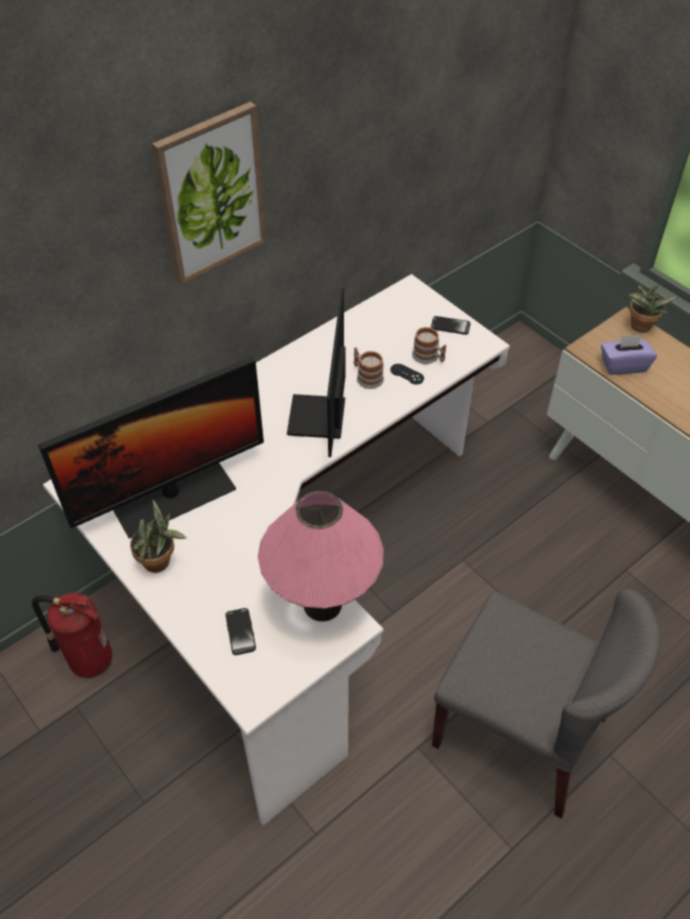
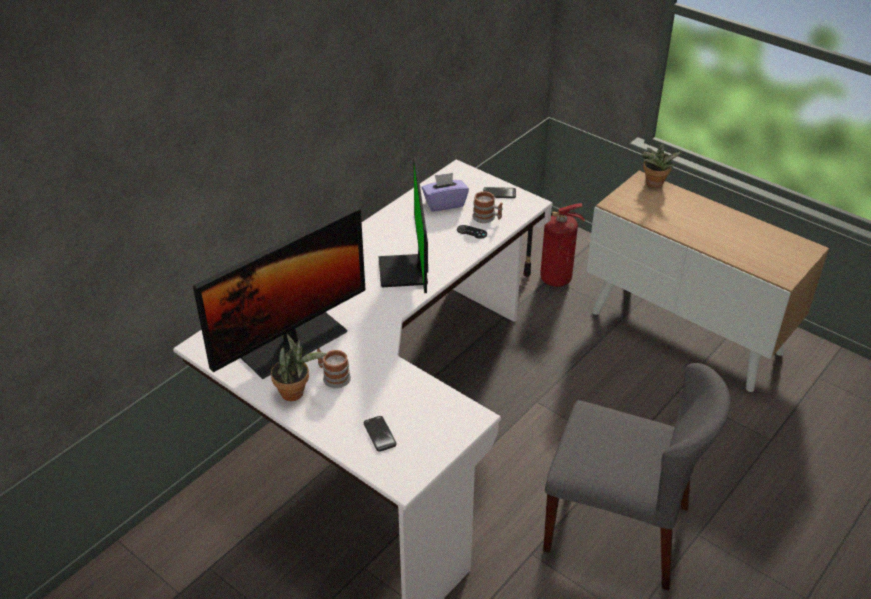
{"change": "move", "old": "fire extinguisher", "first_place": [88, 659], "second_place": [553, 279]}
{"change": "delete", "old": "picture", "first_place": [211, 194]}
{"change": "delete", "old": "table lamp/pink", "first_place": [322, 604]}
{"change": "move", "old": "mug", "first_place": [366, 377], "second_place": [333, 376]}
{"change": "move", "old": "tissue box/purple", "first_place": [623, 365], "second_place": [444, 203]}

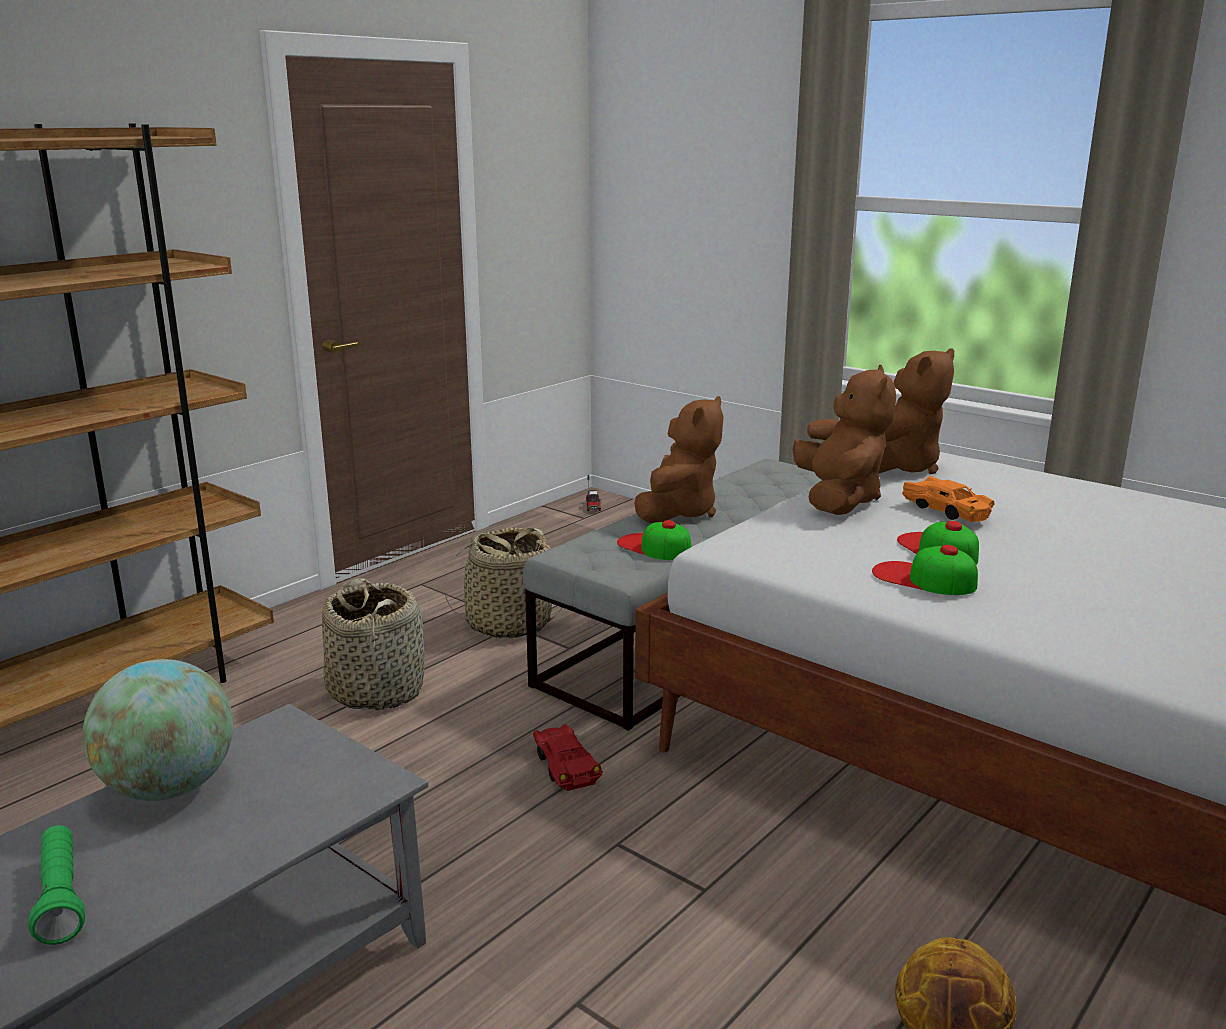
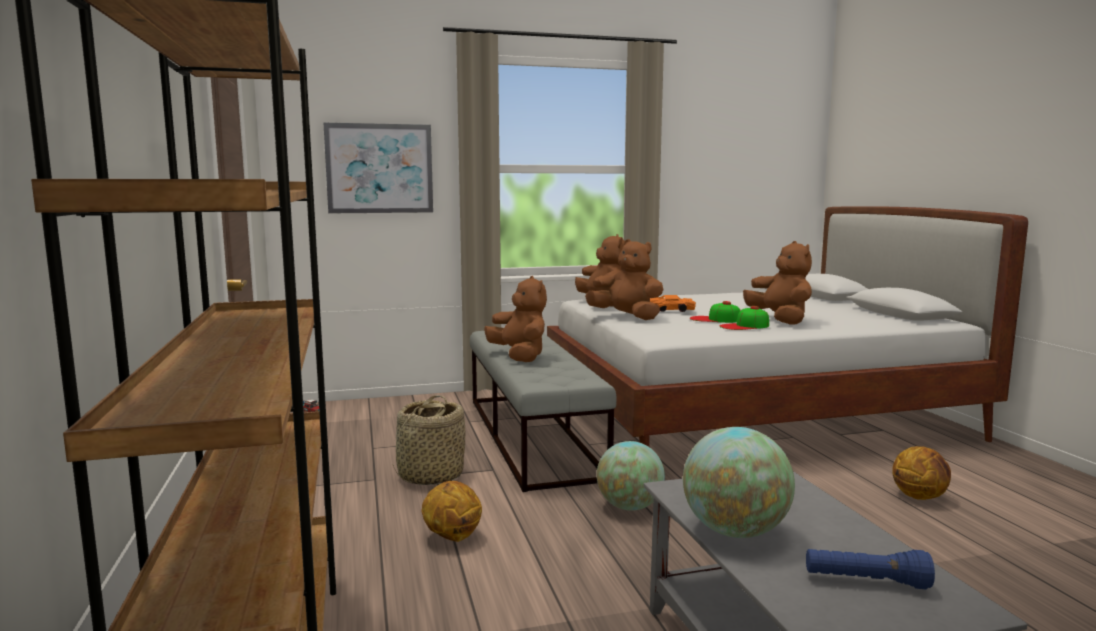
{"change": "recolor", "old": "flashlight/green", "new": "flashlight/blue", "first_place": [61, 898], "second_place": [866, 582]}
{"change": "replace", "old": "basket", "new": "basketball", "first_place": [377, 690], "second_place": [452, 537]}
{"change": "replace", "old": "toy car/red", "new": "globe", "first_place": [565, 765], "second_place": [629, 507]}
{"change": "delete", "old": "cap", "first_place": [654, 547]}
{"change": "insert", "new": "picture", "second_place": [379, 168]}
{"change": "insert", "new": "plush toy/brown", "second_place": [780, 320]}

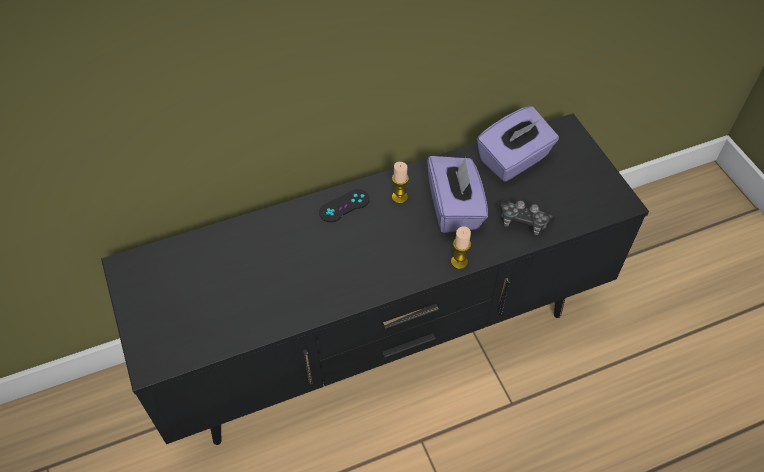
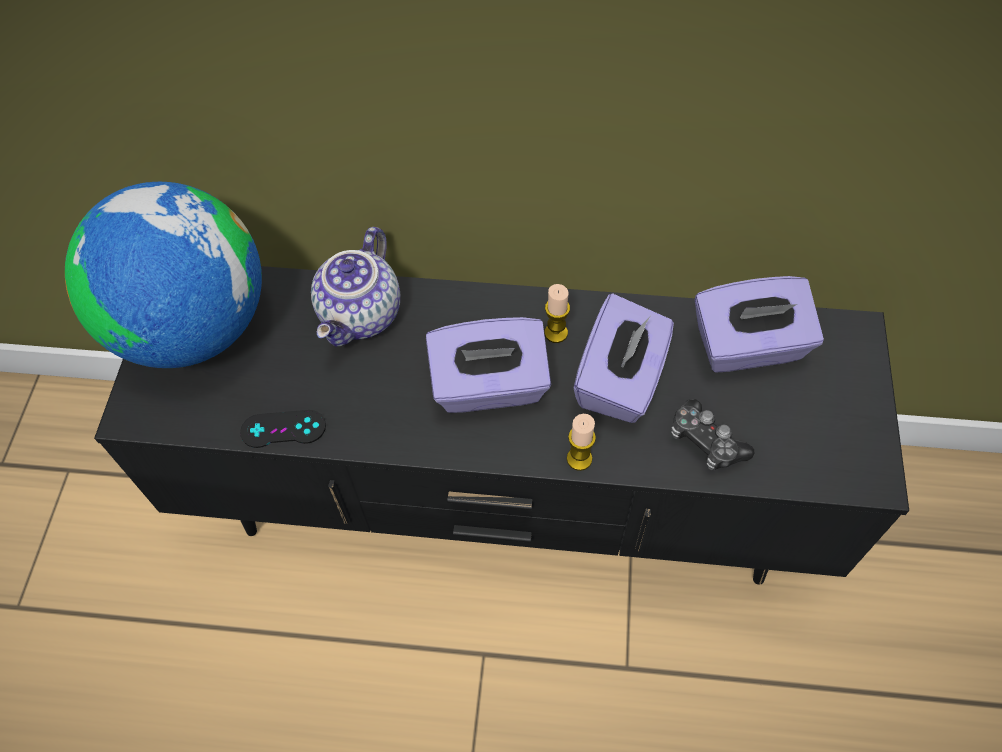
{"change": "move", "old": "game controller/black", "first_place": [344, 206], "second_place": [283, 429]}
{"change": "insert", "new": "globe", "second_place": [194, 327]}
{"change": "insert", "new": "teapot", "second_place": [362, 316]}
{"change": "insert", "new": "tissue box/purple", "second_place": [490, 387]}

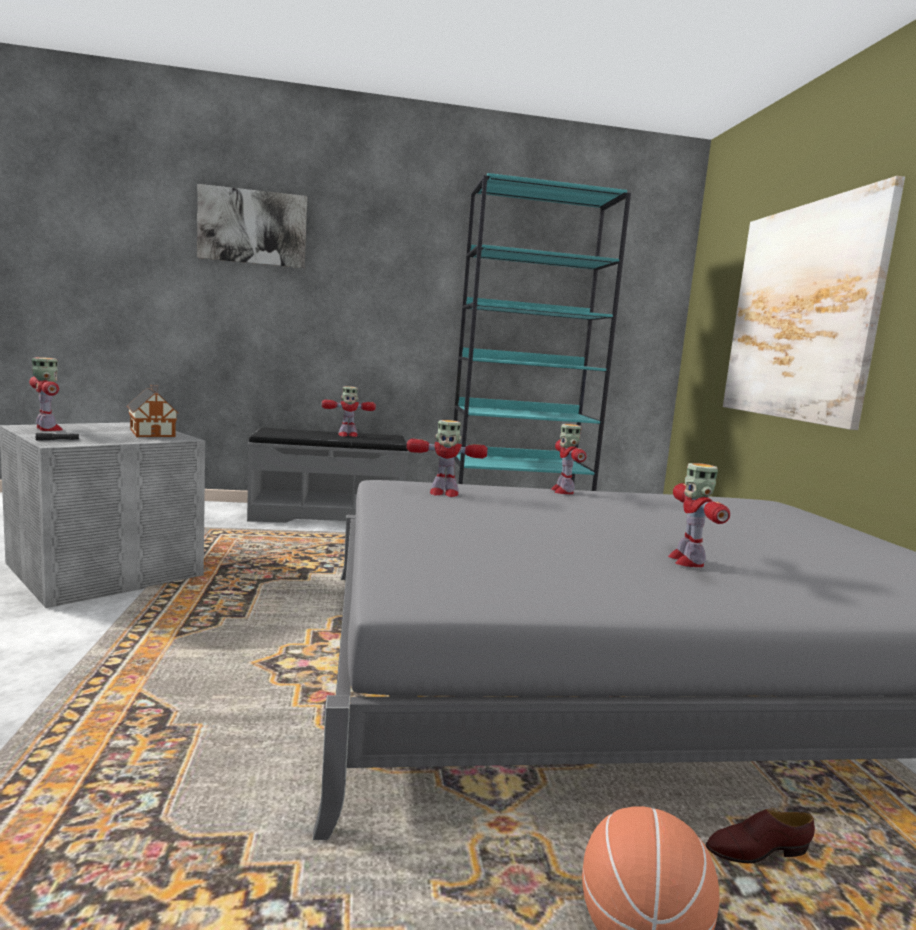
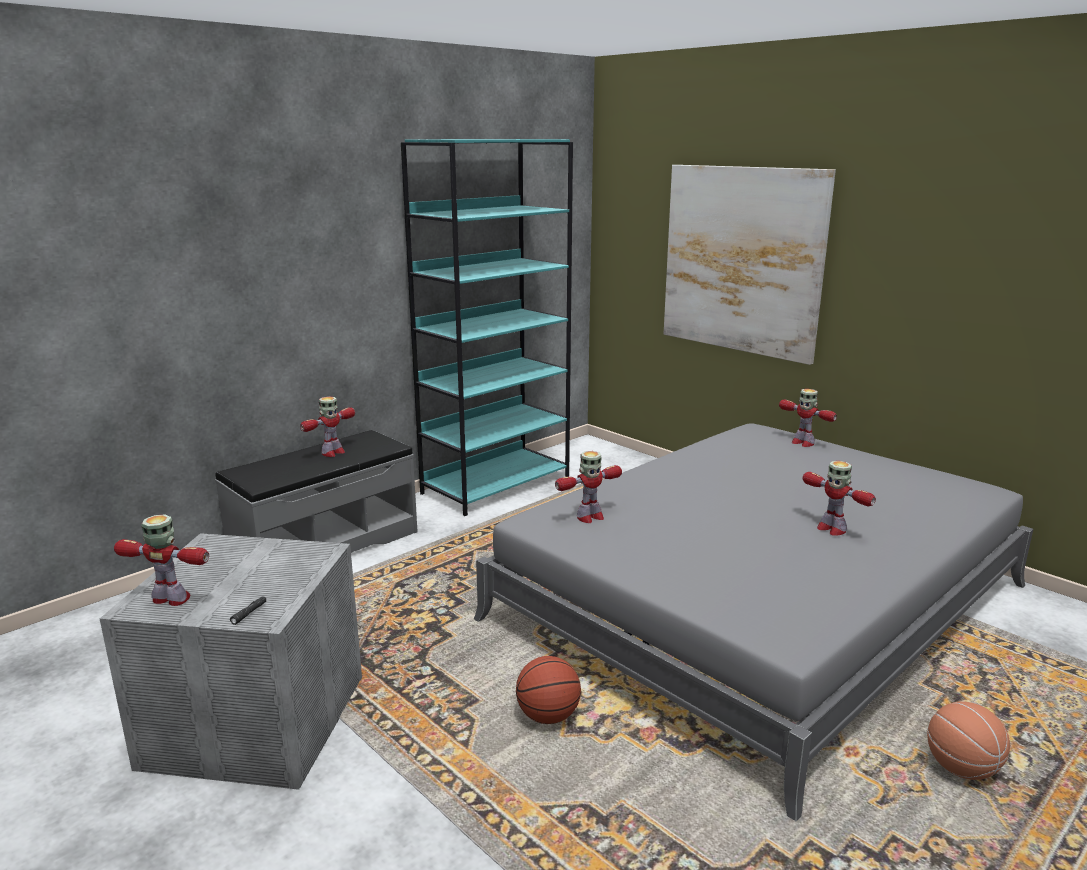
{"change": "delete", "old": "toy house", "first_place": [152, 432]}
{"change": "delete", "old": "picture", "first_place": [252, 227]}
{"change": "move", "old": "toy robot", "first_place": [563, 491], "second_place": [802, 442]}
{"change": "delete", "old": "shoe/brown", "first_place": [756, 851]}
{"change": "insert", "new": "basketball", "second_place": [548, 716]}

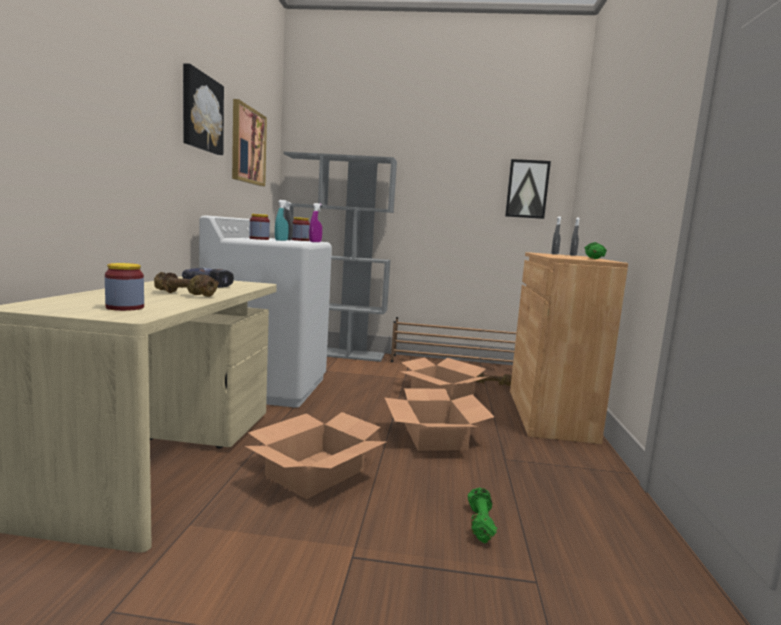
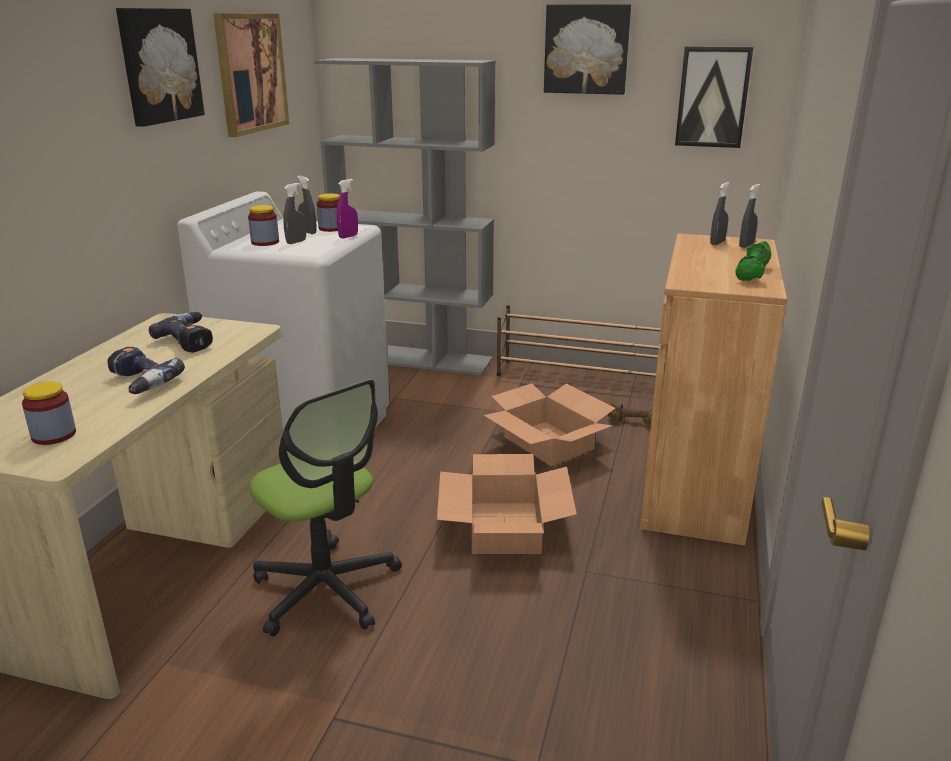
{"change": "replace", "old": "dumbbell/brown", "new": "power drill", "first_place": [184, 294], "second_place": [138, 383]}
{"change": "replace", "old": "cardboard box", "new": "office chair", "first_place": [315, 473], "second_place": [326, 589]}
{"change": "recolor", "old": "spray bottle/turquoise", "new": "spray bottle/grey", "first_place": [281, 240], "second_place": [296, 242]}
{"change": "delete", "old": "dumbbell/green", "first_place": [480, 524]}
{"change": "insert", "new": "picture", "second_place": [586, 49]}

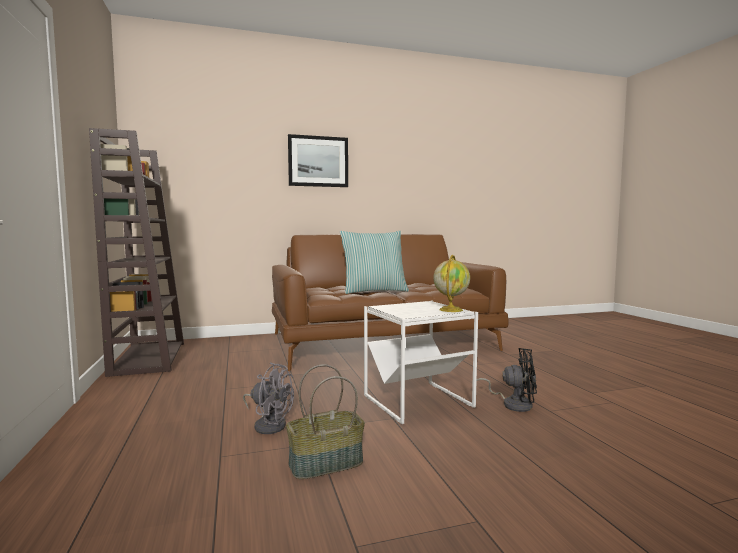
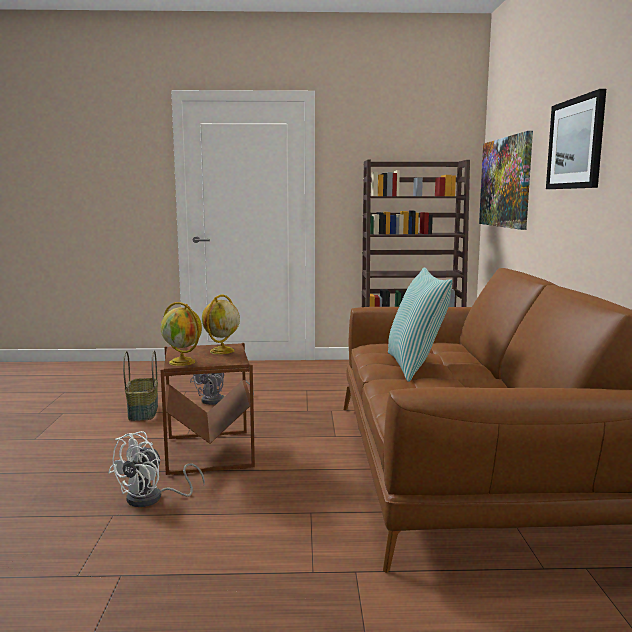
{"change": "recolor", "old": "side table/white", "new": "side table/brown", "first_place": [416, 402], "second_place": [210, 452]}
{"change": "recolor", "old": "fan/black", "new": "fan/white", "first_place": [512, 404], "second_place": [152, 498]}
{"change": "insert", "new": "globe", "second_place": [222, 351]}
{"change": "insert", "new": "picture", "second_place": [505, 182]}

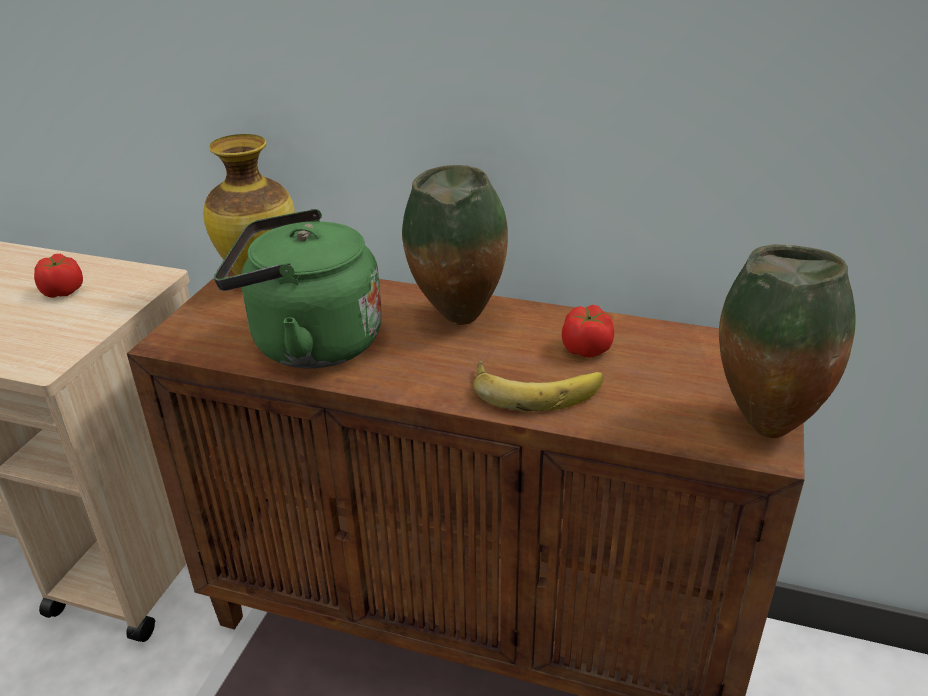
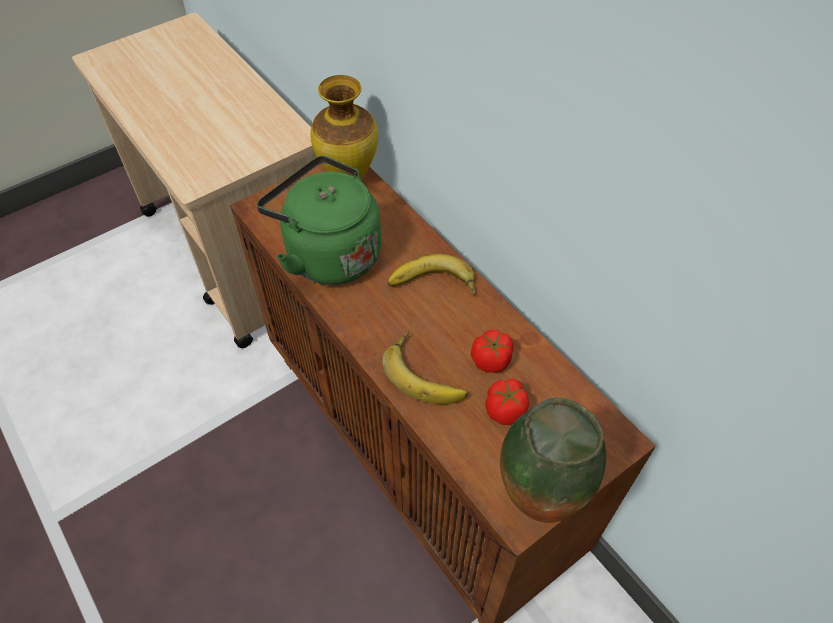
{"change": "move", "old": "tomato", "first_place": [63, 291], "second_place": [505, 409]}
{"change": "replace", "old": "vase", "new": "banana", "first_place": [458, 321], "second_place": [432, 286]}

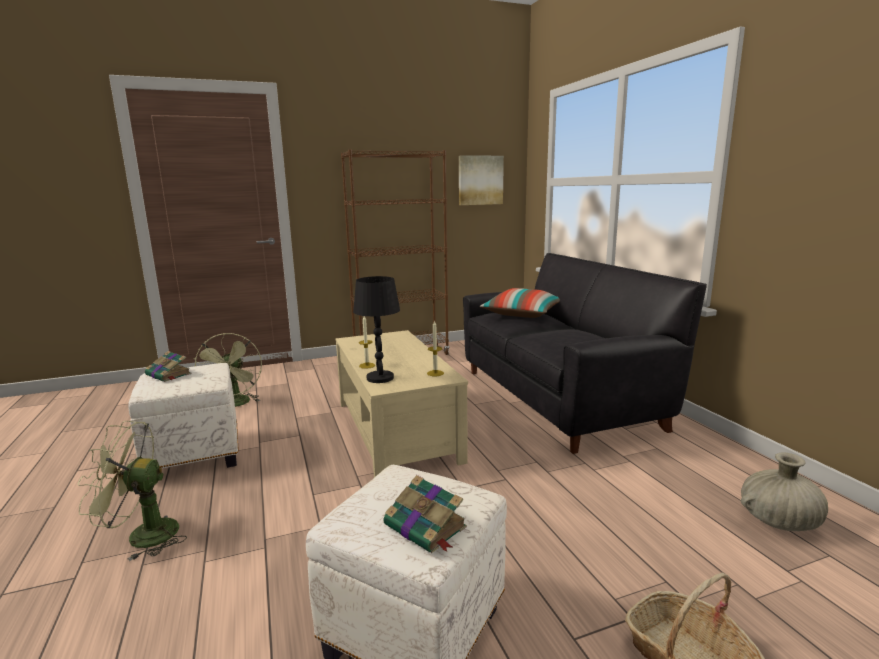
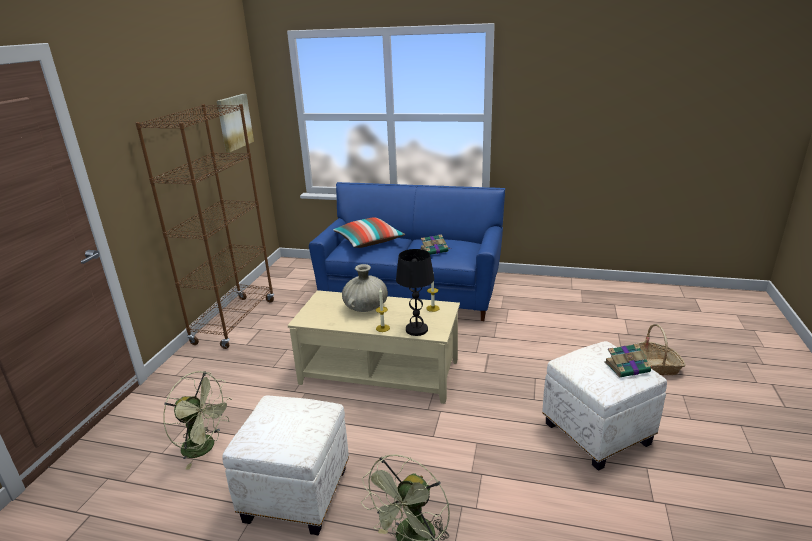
{"change": "move", "old": "book", "first_place": [169, 375], "second_place": [435, 250]}
{"change": "recolor", "old": "sofa/black", "new": "sofa/blue", "first_place": [557, 398], "second_place": [411, 294]}
{"change": "move", "old": "vase/beige", "first_place": [779, 522], "second_place": [366, 307]}

